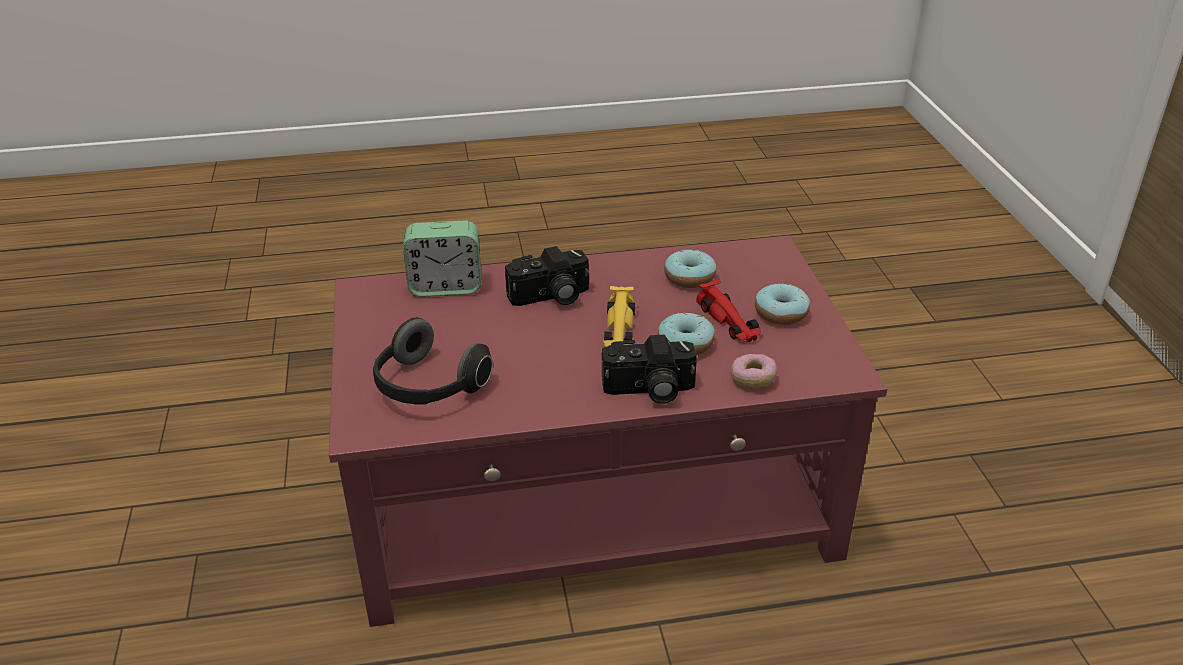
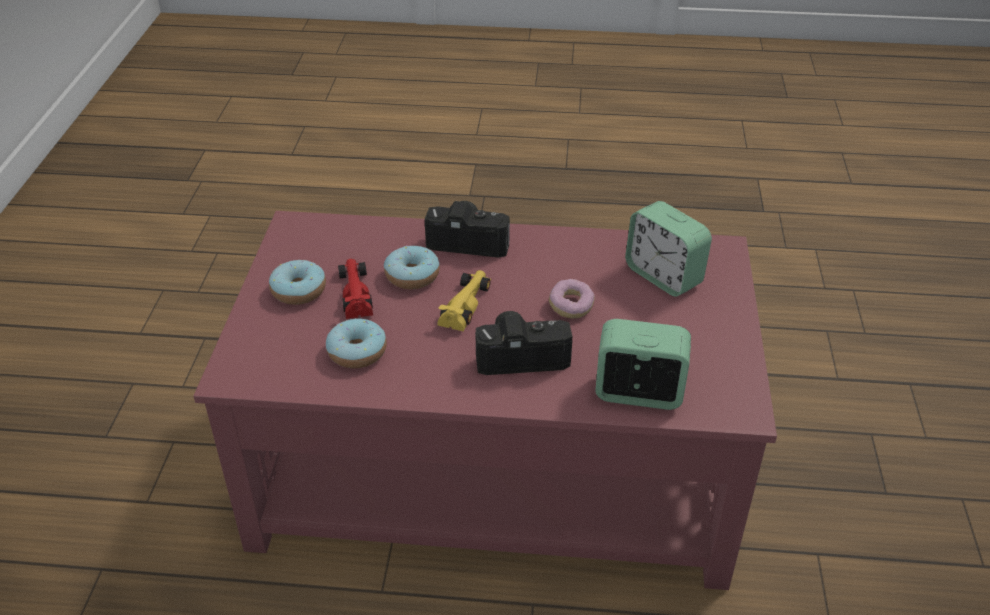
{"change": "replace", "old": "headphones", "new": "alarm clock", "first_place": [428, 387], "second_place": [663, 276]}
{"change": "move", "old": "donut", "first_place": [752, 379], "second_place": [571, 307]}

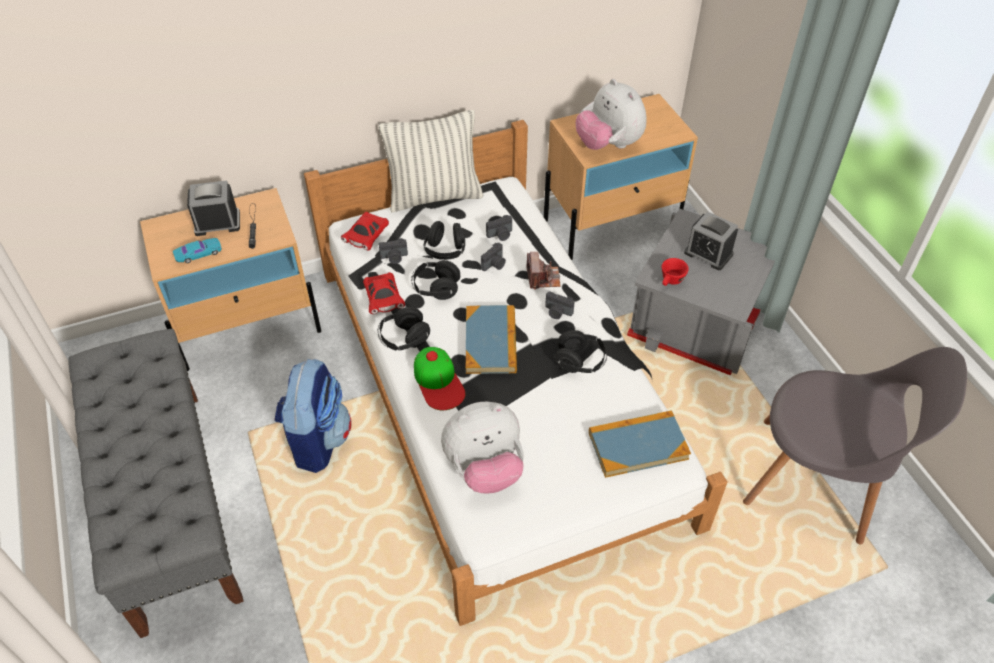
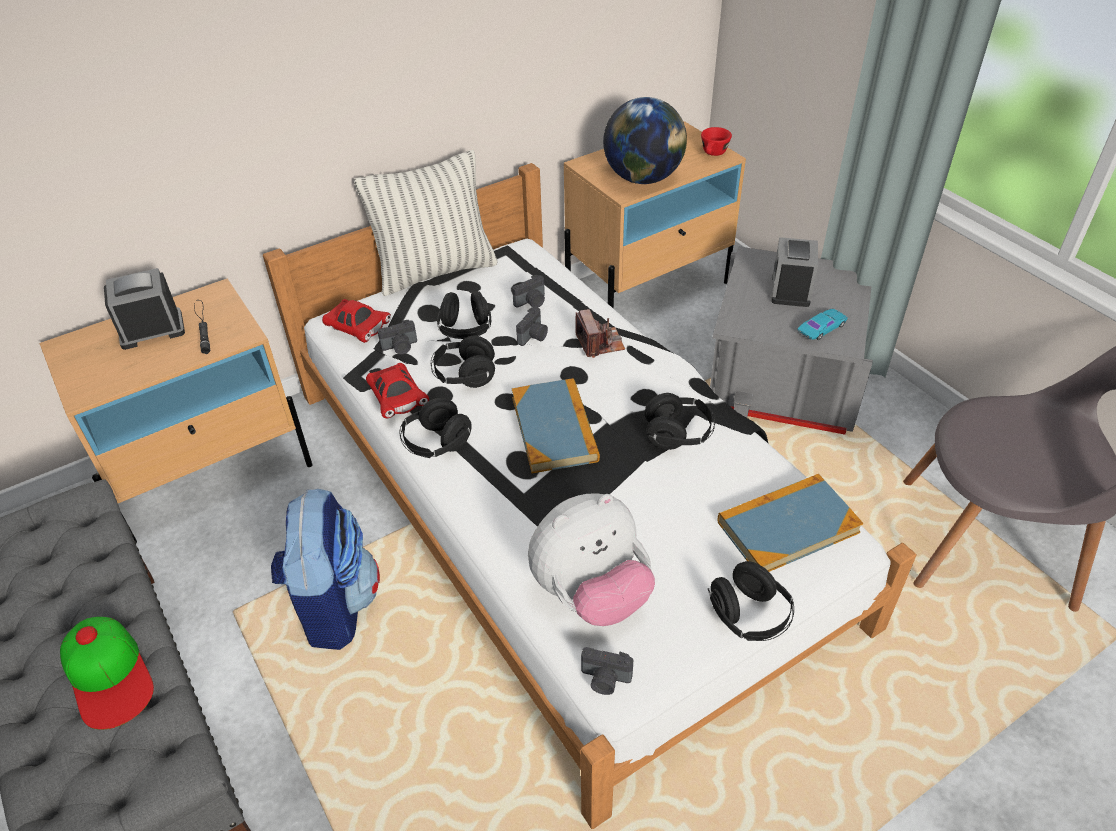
{"change": "move", "old": "toy car/turquoise", "first_place": [198, 253], "second_place": [821, 328]}
{"change": "rotate", "old": "toy car/red", "first_place": [366, 237], "second_place": [358, 329], "degrees": -75}
{"change": "move", "old": "cap", "first_place": [438, 382], "second_place": [109, 675]}
{"change": "move", "old": "photo camera", "first_place": [557, 312], "second_place": [605, 680]}
{"change": "replace", "old": "plush toy", "new": "globe", "first_place": [608, 145], "second_place": [643, 178]}
{"change": "move", "old": "cup/red", "first_place": [671, 281], "second_place": [713, 154]}
{"change": "rotate", "old": "alarm clock", "first_place": [708, 253], "second_place": [790, 289], "degrees": 75}
{"change": "insert", "new": "headphones/black", "second_place": [749, 616]}

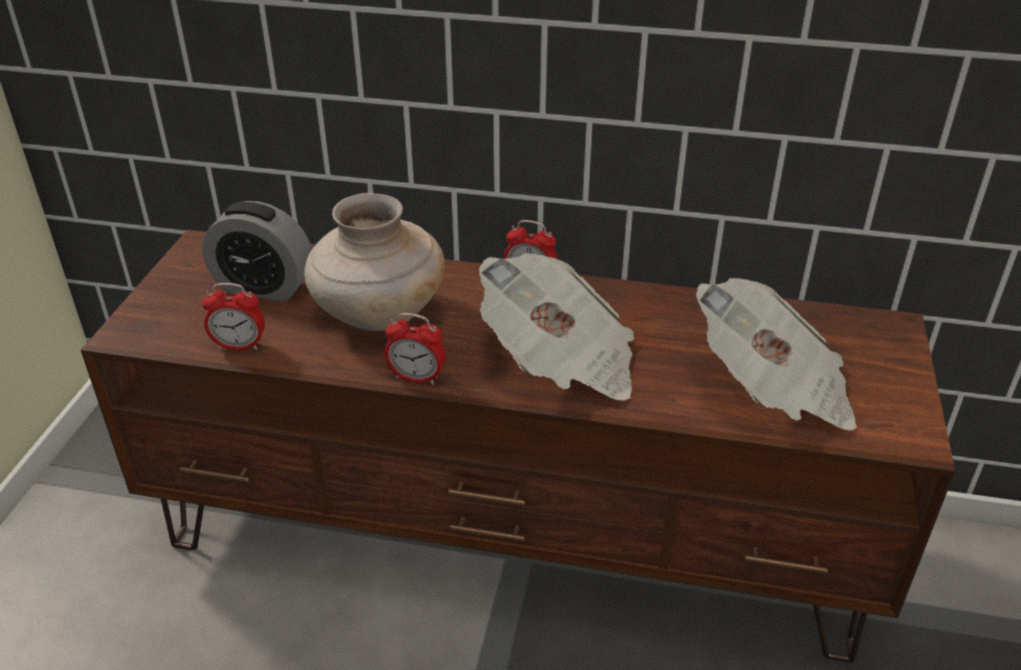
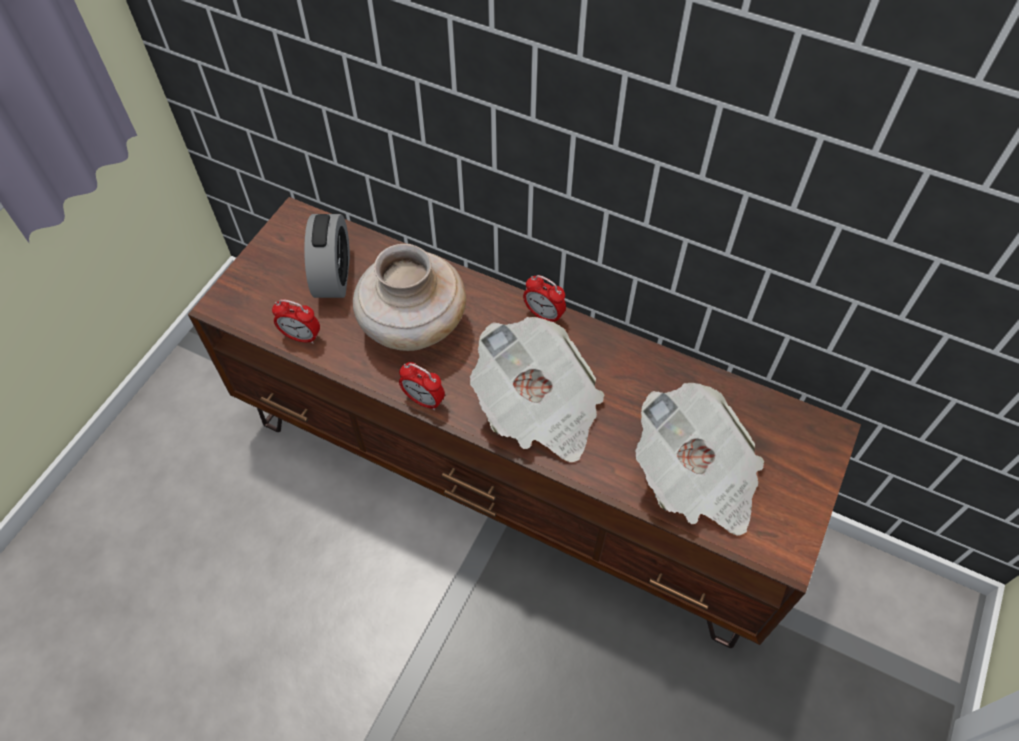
{"change": "rotate", "old": "alarm clock", "first_place": [264, 287], "second_place": [333, 276], "degrees": -120}

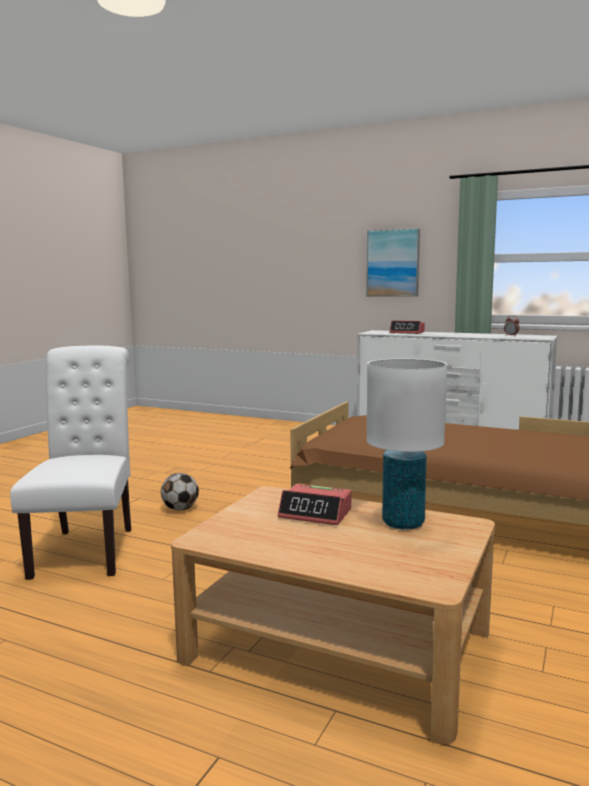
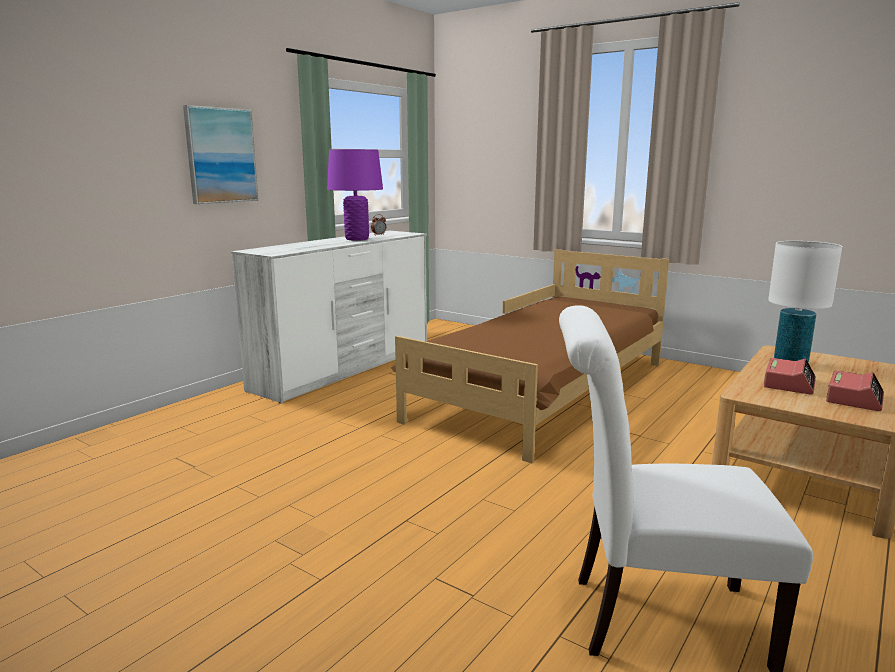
{"change": "delete", "old": "football", "first_place": [180, 509]}
{"change": "move", "old": "alarm clock", "first_place": [407, 332], "second_place": [854, 399]}
{"change": "insert", "new": "table lamp/purple", "second_place": [357, 239]}

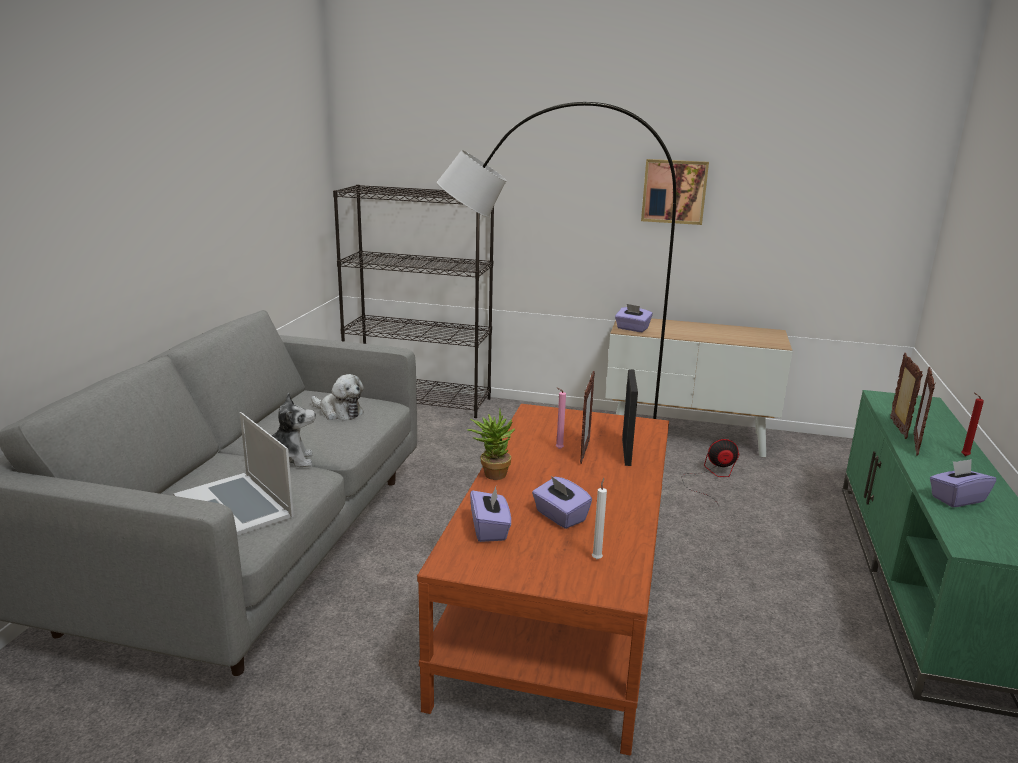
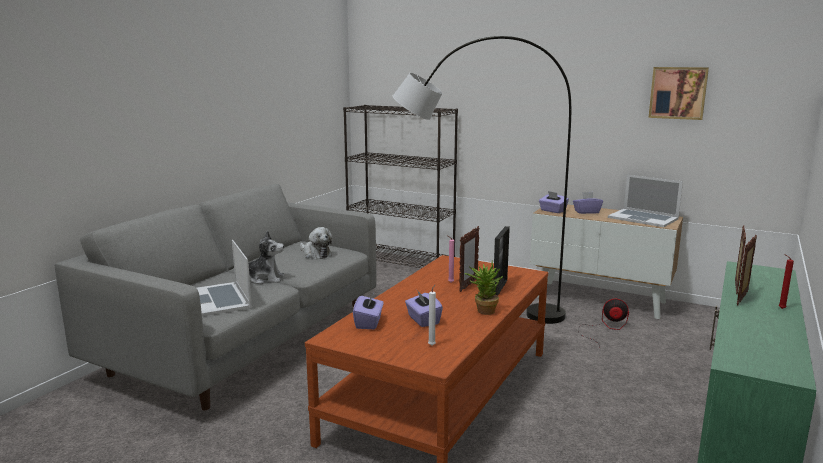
{"change": "move", "old": "potted plant", "first_place": [491, 473], "second_place": [483, 310]}
{"change": "move", "old": "picture", "first_place": [674, 191], "second_place": [678, 93]}
{"change": "move", "old": "tissue box/purple", "first_place": [957, 499], "second_place": [586, 212]}
{"change": "insert", "new": "laptop", "second_place": [643, 218]}

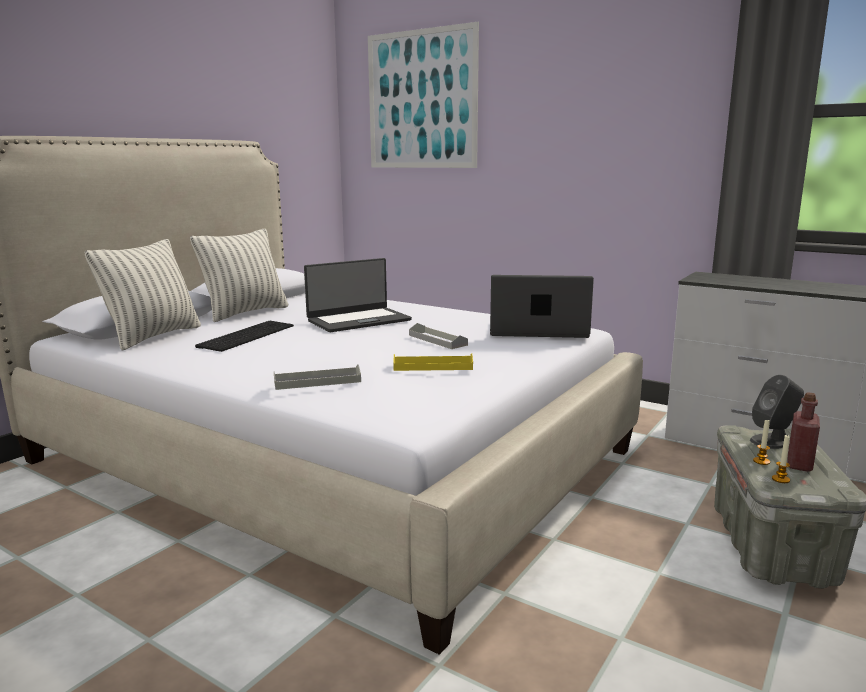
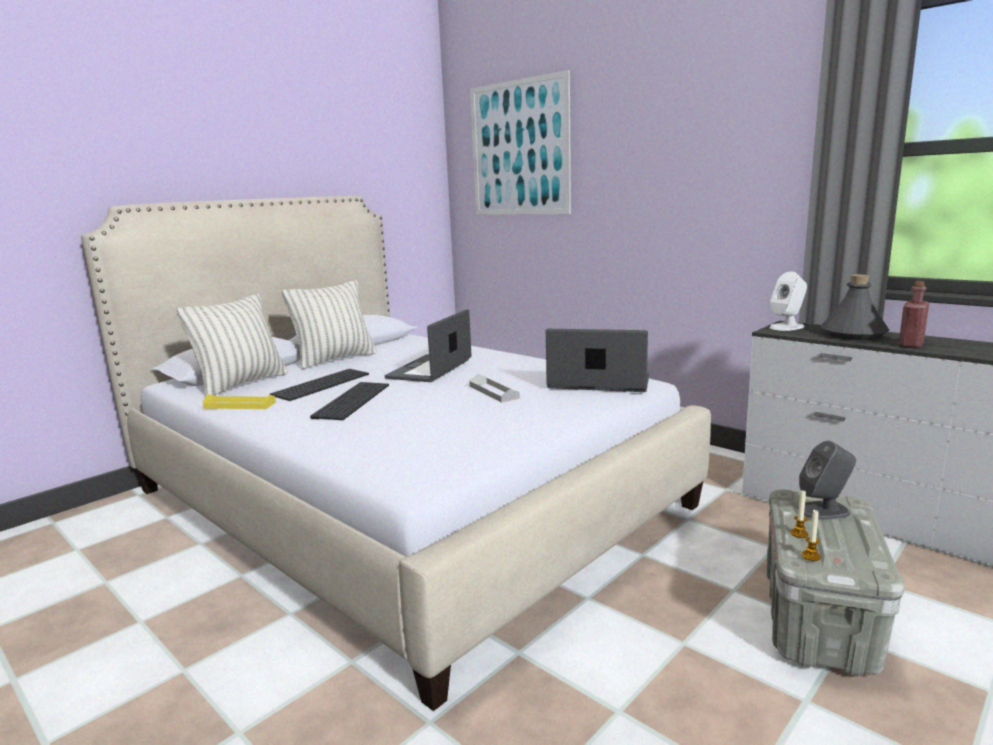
{"change": "delete", "old": "tray/grey", "first_place": [317, 381]}
{"change": "rotate", "old": "laptop", "first_place": [358, 320], "second_place": [431, 369], "degrees": 135}
{"change": "move", "old": "tray/yellow", "first_place": [433, 366], "second_place": [240, 405]}
{"change": "move", "old": "bottle/red", "first_place": [799, 464], "second_place": [910, 345]}
{"change": "insert", "new": "keyboard", "second_place": [351, 400]}
{"change": "insert", "new": "speaker/white", "second_place": [787, 327]}
{"change": "insert", "new": "bottle/grey", "second_place": [853, 334]}

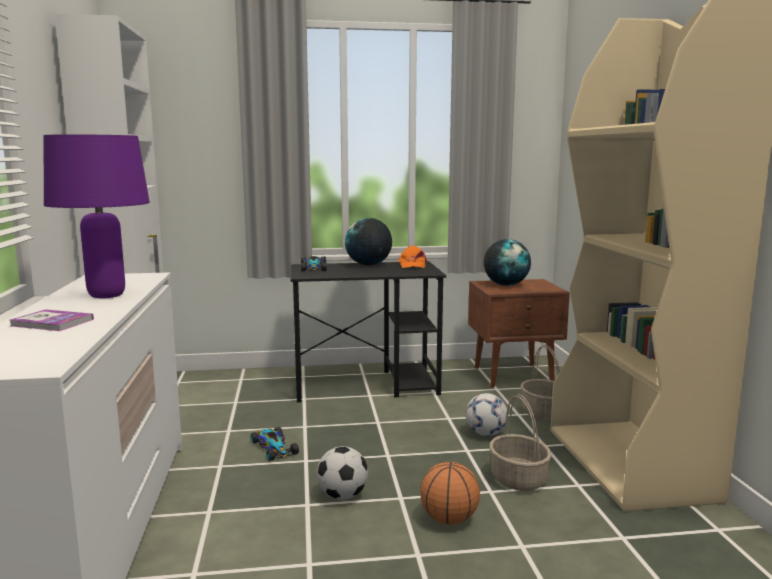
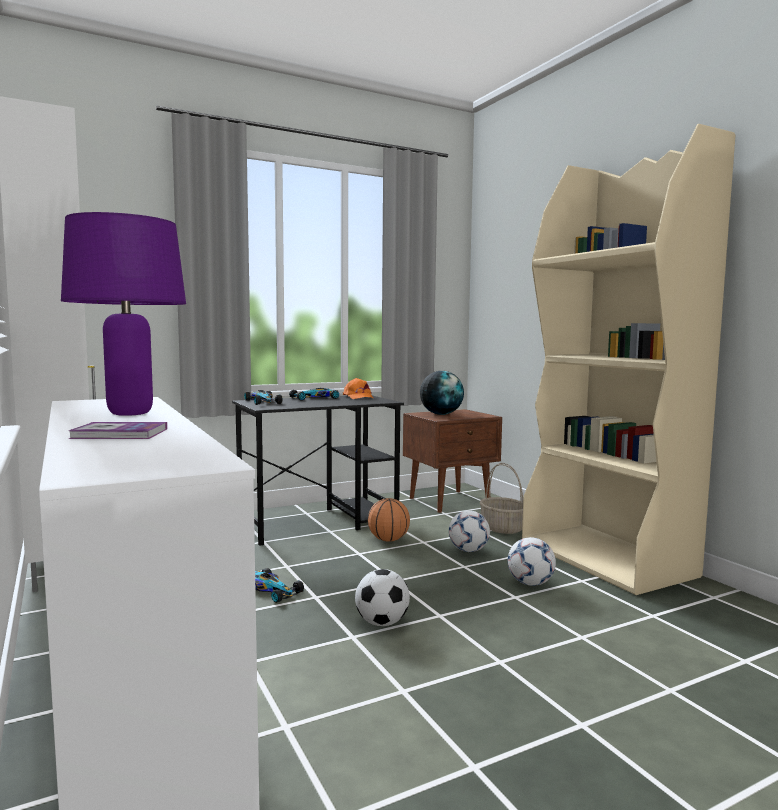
{"change": "replace", "old": "globe", "new": "toy car", "first_place": [368, 265], "second_place": [315, 398]}
{"change": "move", "old": "basketball", "first_place": [449, 519], "second_place": [388, 540]}
{"change": "replace", "old": "basket", "new": "football", "first_place": [519, 479], "second_place": [530, 583]}

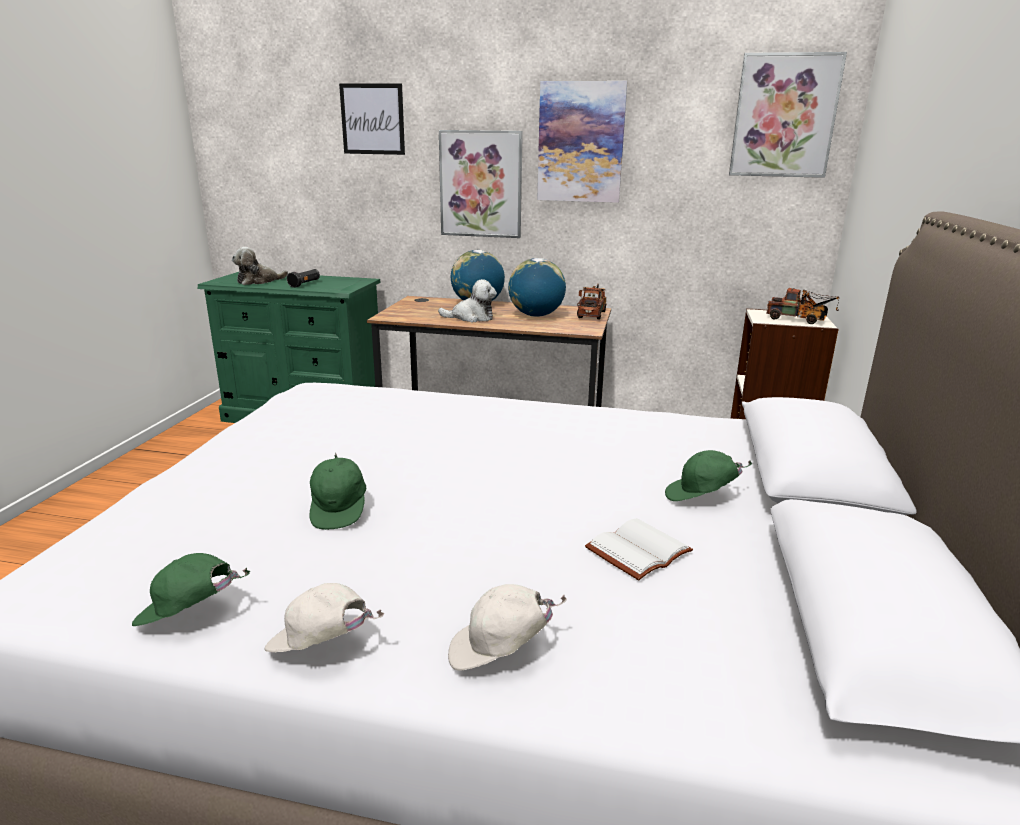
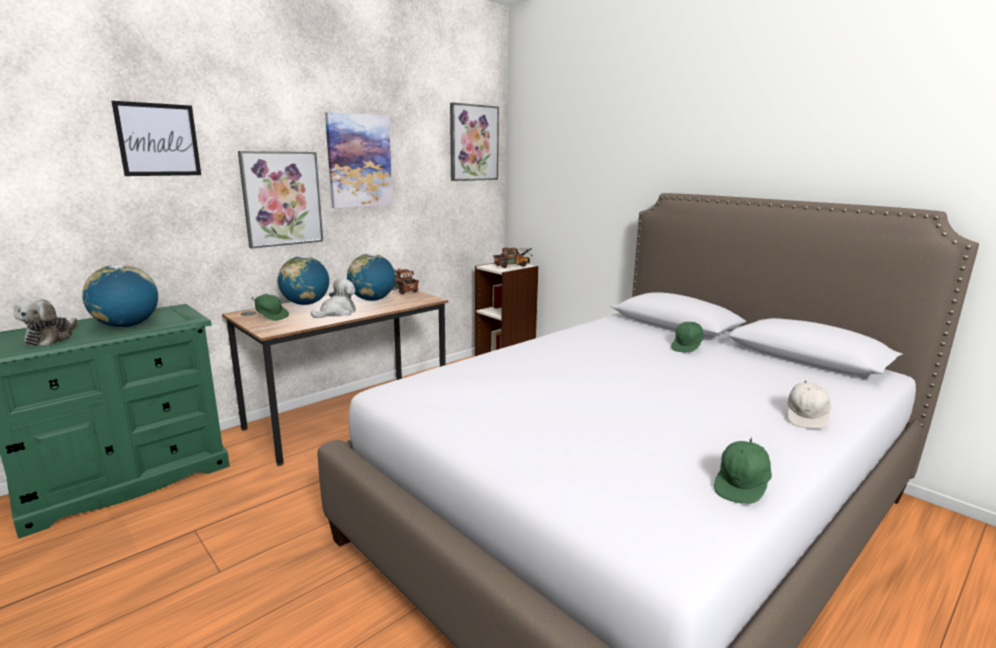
{"change": "delete", "old": "cap/white", "first_place": [321, 648]}
{"change": "replace", "old": "flashlight/black", "new": "globe", "first_place": [305, 284], "second_place": [127, 326]}
{"change": "move", "old": "cap/green", "first_place": [339, 509], "second_place": [271, 316]}
{"change": "delete", "old": "book/white", "first_place": [637, 549]}

